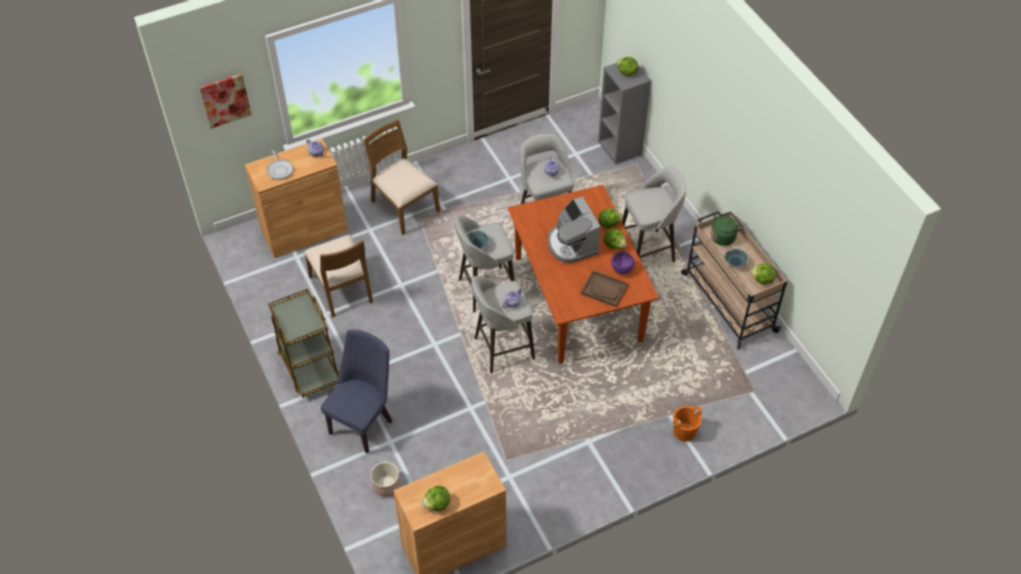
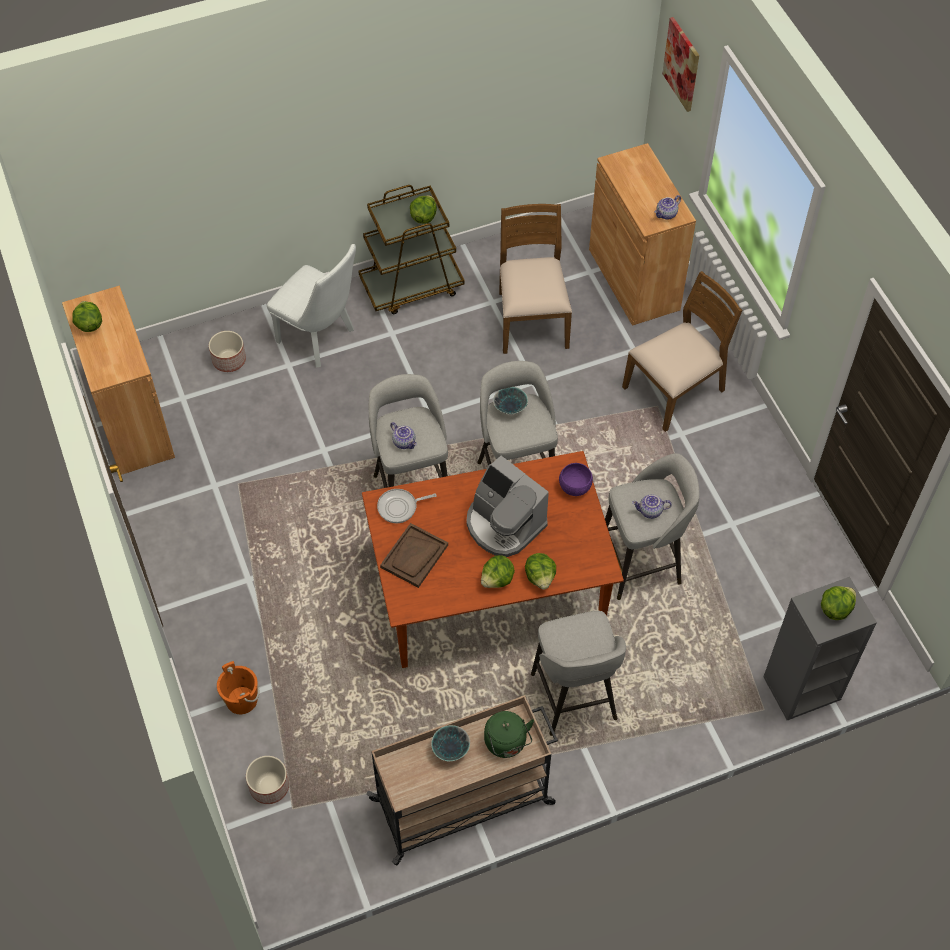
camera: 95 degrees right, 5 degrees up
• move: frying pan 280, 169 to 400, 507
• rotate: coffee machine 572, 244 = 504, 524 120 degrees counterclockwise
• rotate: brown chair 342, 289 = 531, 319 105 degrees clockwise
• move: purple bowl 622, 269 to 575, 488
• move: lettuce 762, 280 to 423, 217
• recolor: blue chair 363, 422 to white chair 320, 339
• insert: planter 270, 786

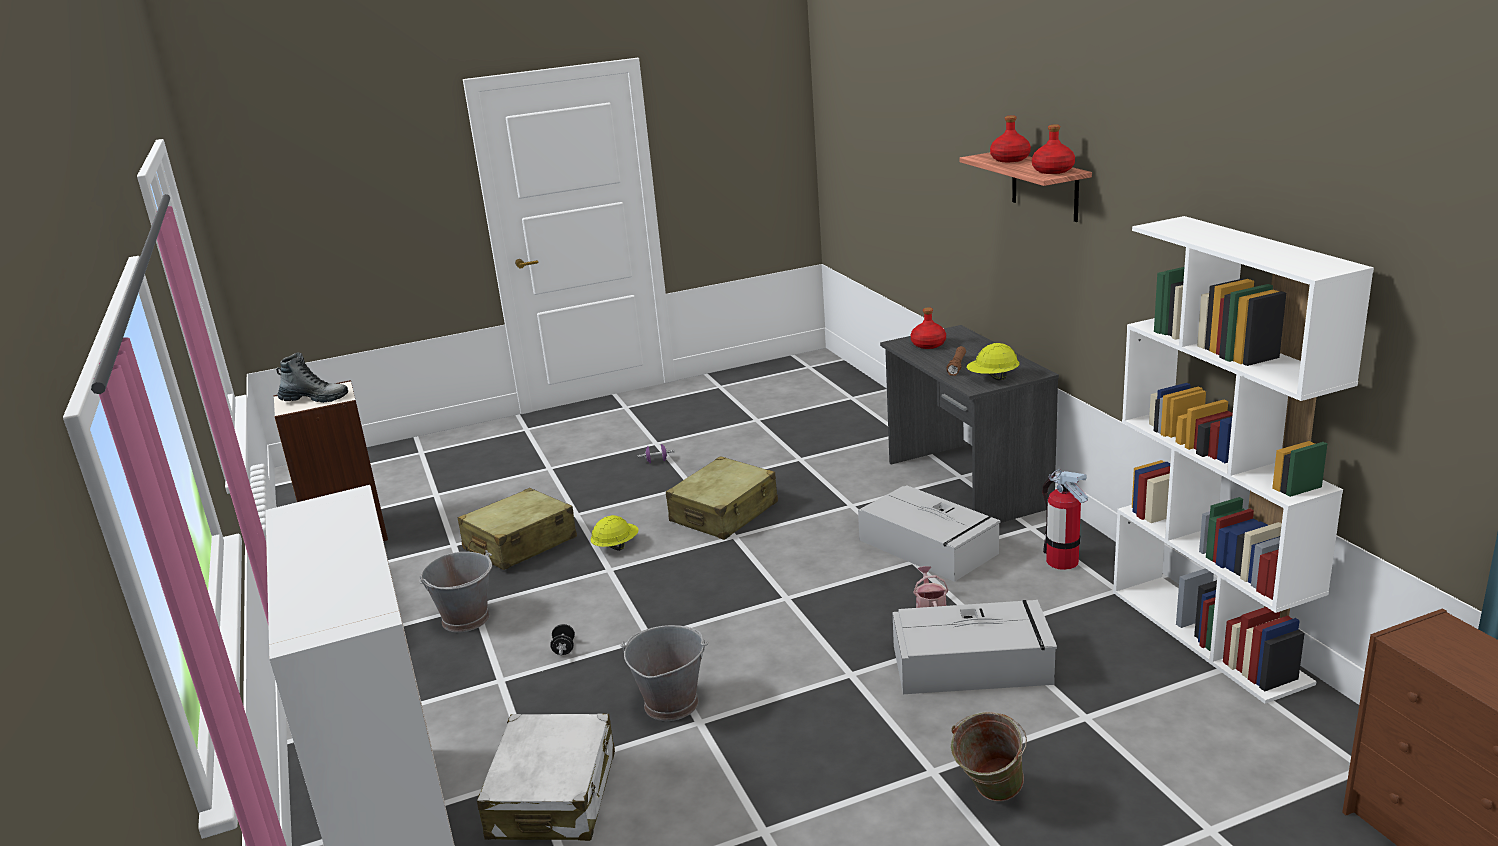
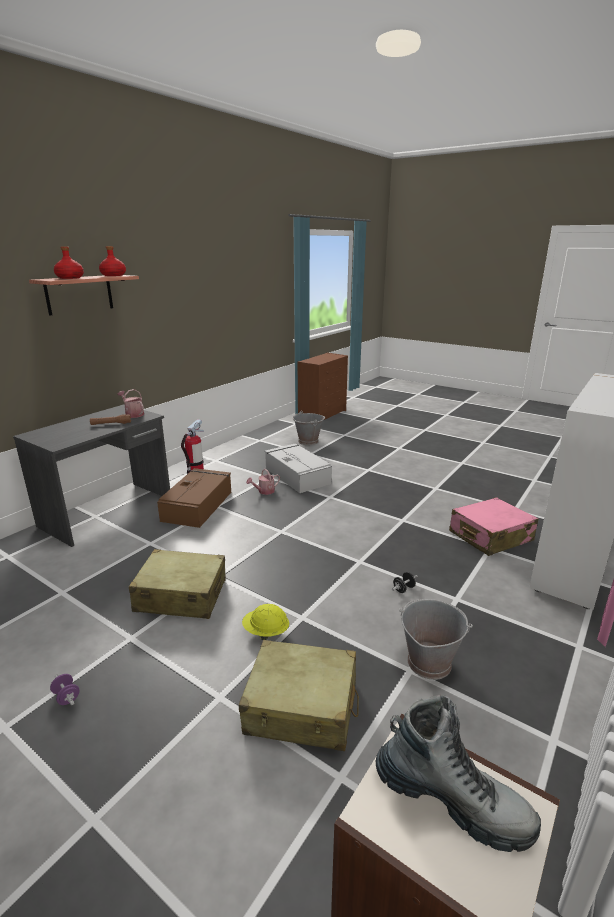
camera: 125 degrees left, 0 degrees up
• delete: white bookcase 1209, 635
• delete: red bottle 928, 345
• replace: yellow hard hat 993, 378 to watering can 133, 414
• rotate: boot 315, 399 = 452, 800 150 degrees clockwise
• recolor: grey storage box 929, 547 to brown storage box 198, 505
• move: grey bucket 670, 703 to 308, 441
• delete: green bucket 989, 797
• recolor: white suitcase 553, 795 to pink suitcase 490, 536

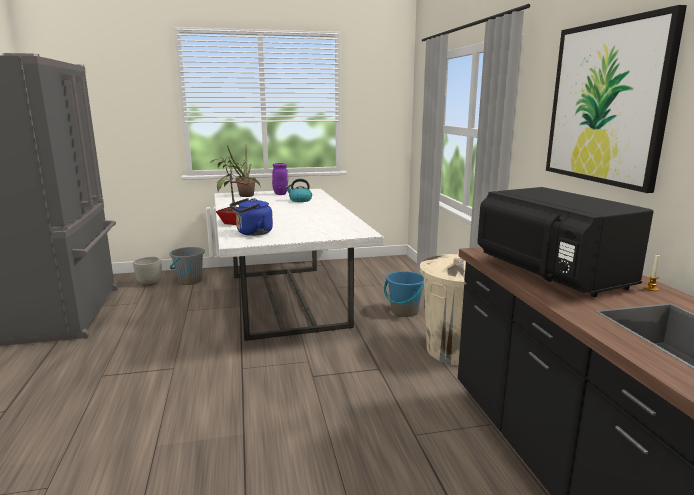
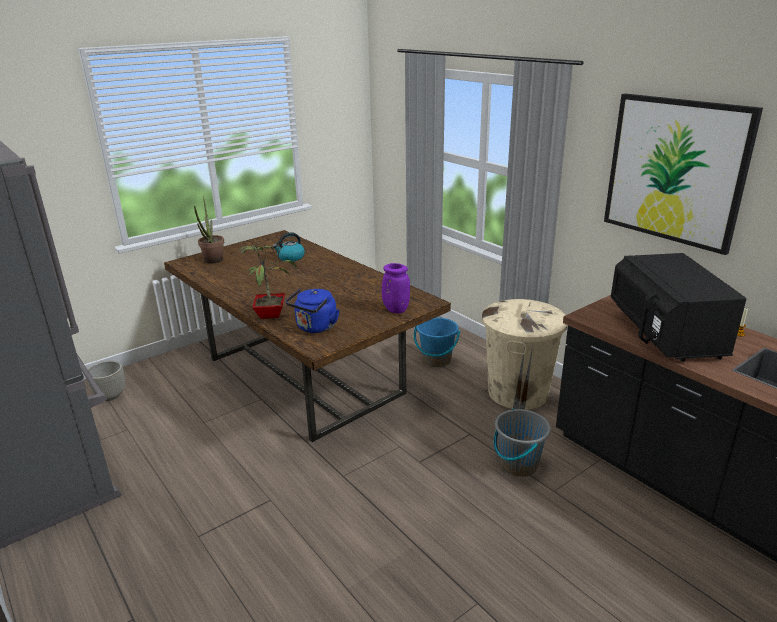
camera: 25 degrees left, 10 degrees up
• move: purple vase 280, 194 to 395, 310
• rotate: black microwave 551, 274 = 664, 334 45 degrees clockwise
• recolor: white dining table 286, 300 to brown dining table 305, 377
• move: grey bucket 189, 281 to 518, 465

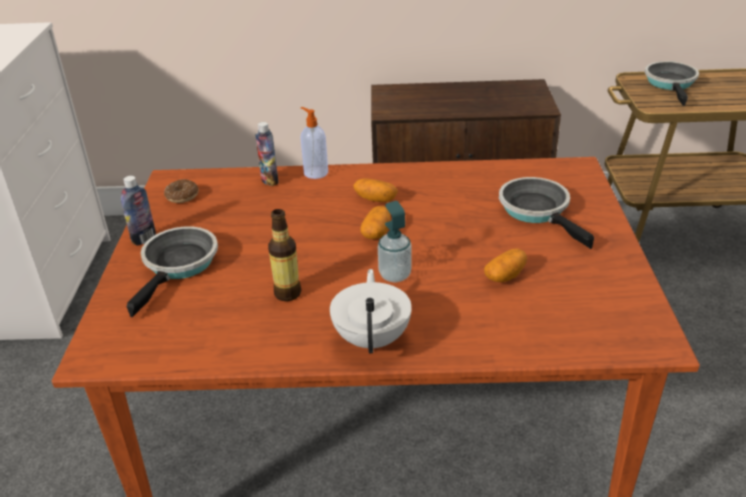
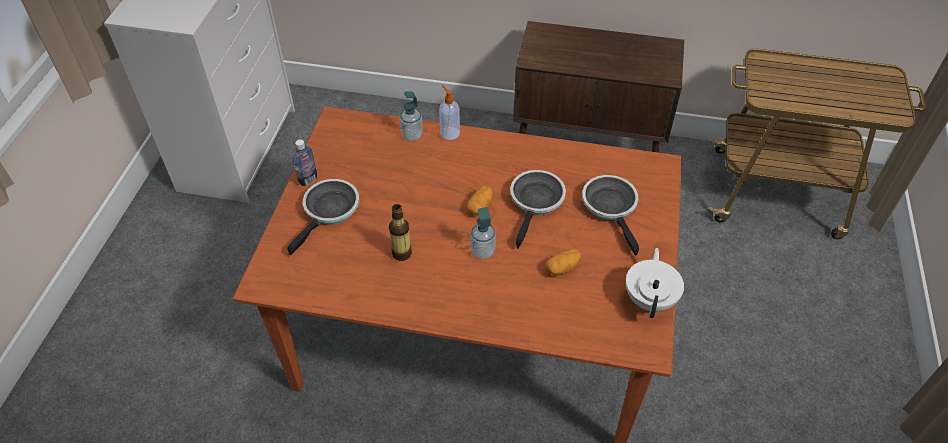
camera: 10 degrees right, 15 degrees up
• move: frying pan 671, 84 to 536, 202
• replace: bottle 269, 181 to soap dispenser 412, 135
• delete: potato 375, 199
• delete: donut 182, 196
• move: white teapot 372, 338 to 650, 299

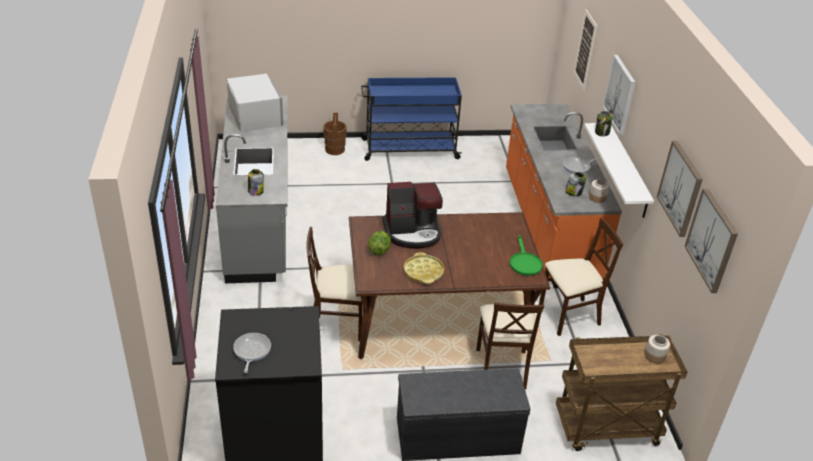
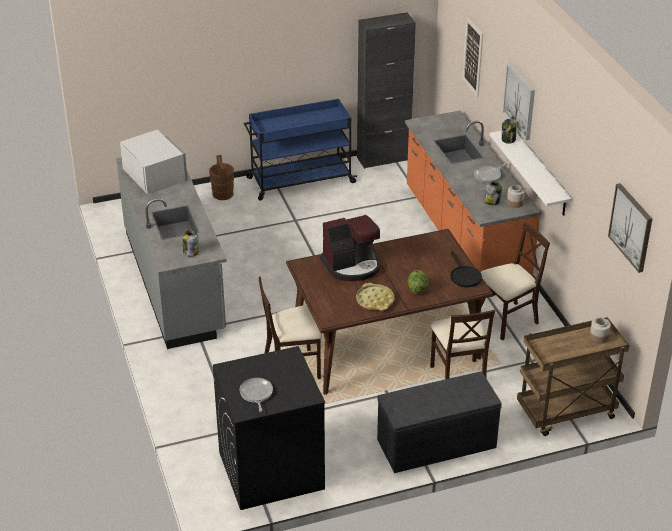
camera: 10 degrees left, 0 degrees up
• delete: picture 680, 188
• move: lettuce 379, 250 to 417, 289
• recolor: green frying pan 524, 262 to black frying pan 463, 276
• insert: black cabinet 383, 158

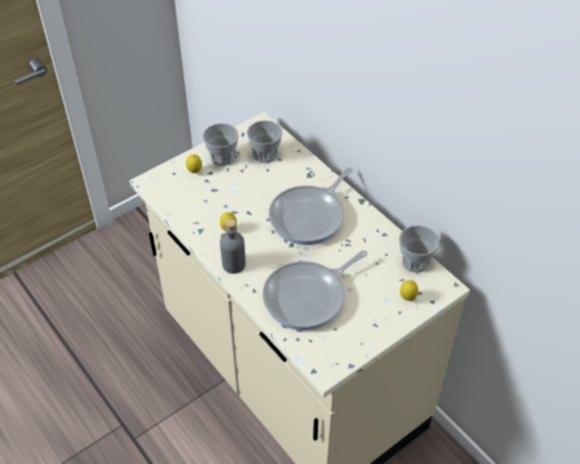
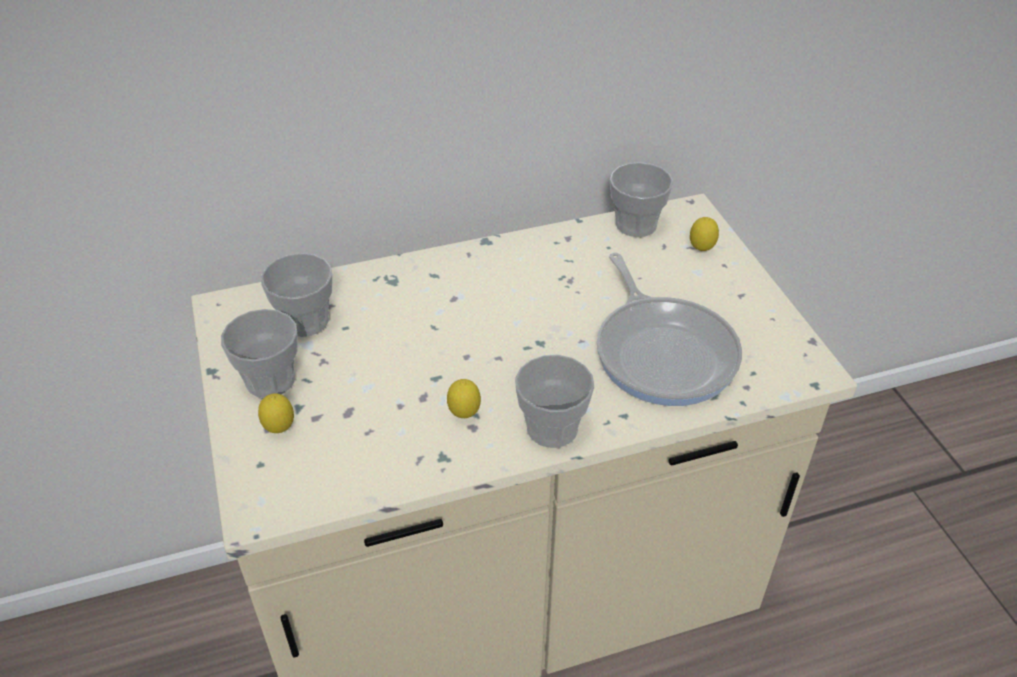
camera: 70 degrees left, 5 degrees down
• delete: frying pan 310, 216
• replace: grey bottle 233, 264 to cup 552, 428

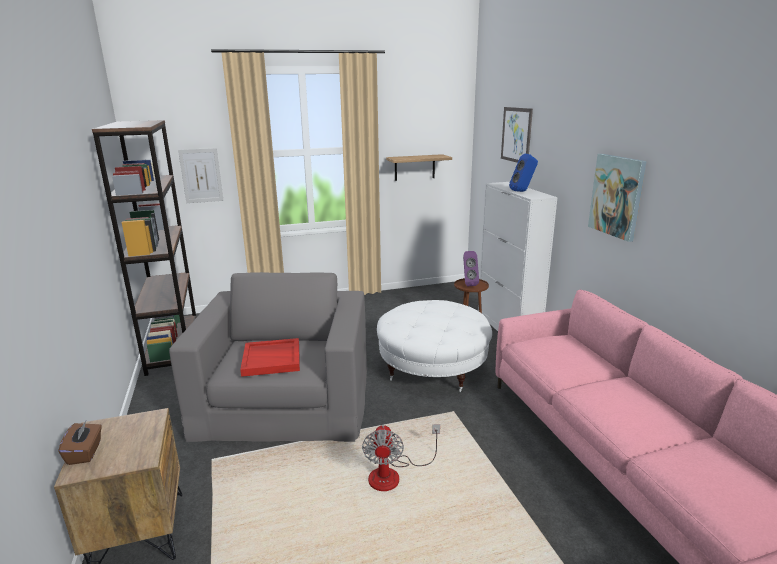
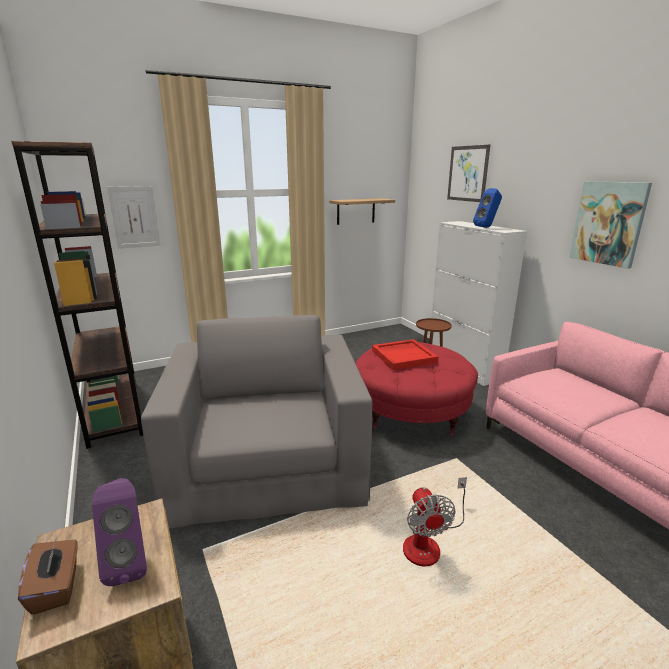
camera: 10 degrees left, 0 degrees up
• move: purple speaker 468, 284 to 130, 562
• recolor: white ottoman 433, 367 to red ottoman 411, 412
• move: red tray 272, 359 to 404, 356

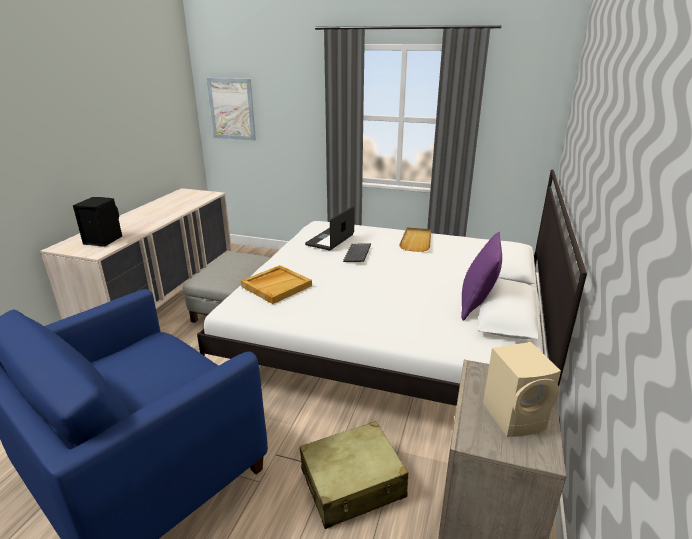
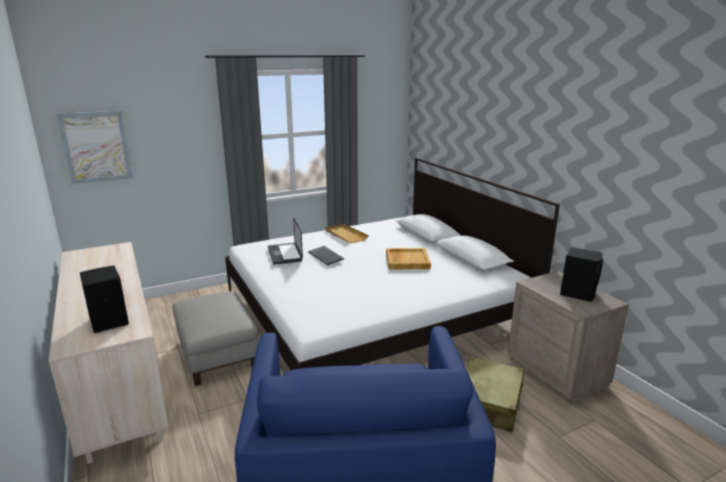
camera: 45 degrees left, 5 degrees down
• delete: purple pillow 477, 305
• move: beige tray 276, 286 to 407, 260
• recolor: beige speaker 516, 416 to black speaker 578, 293

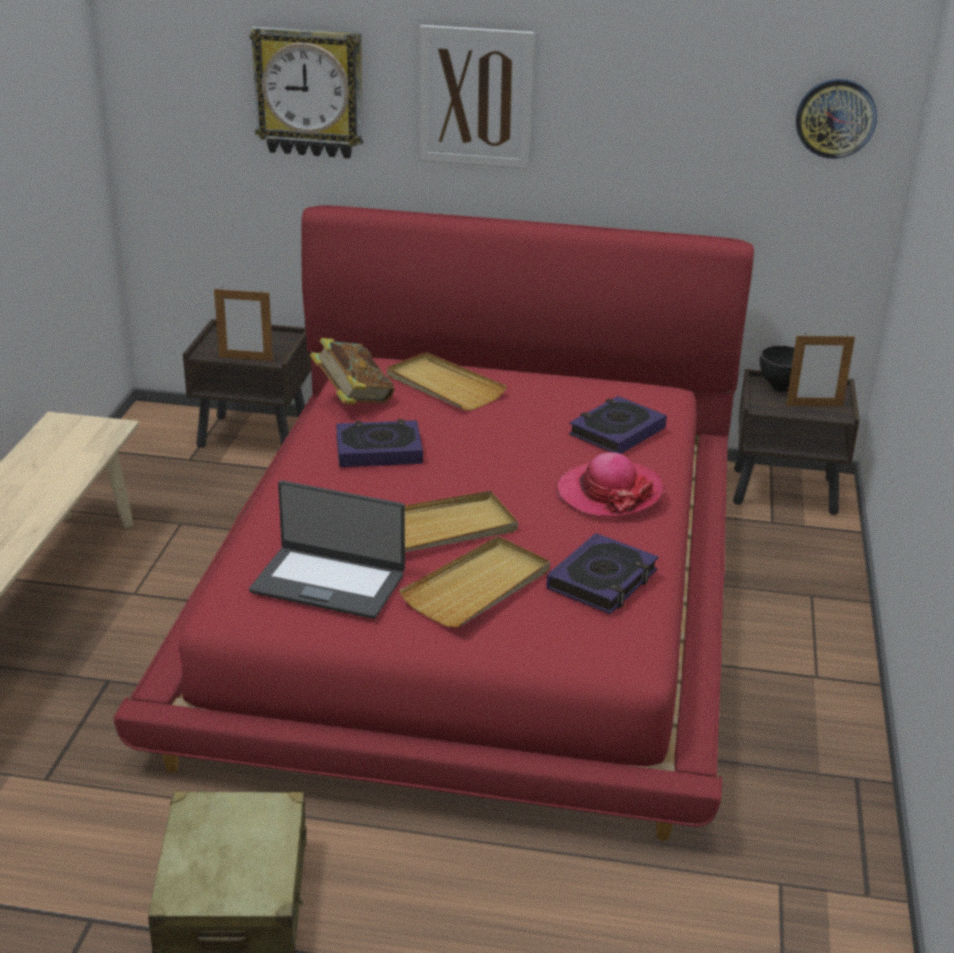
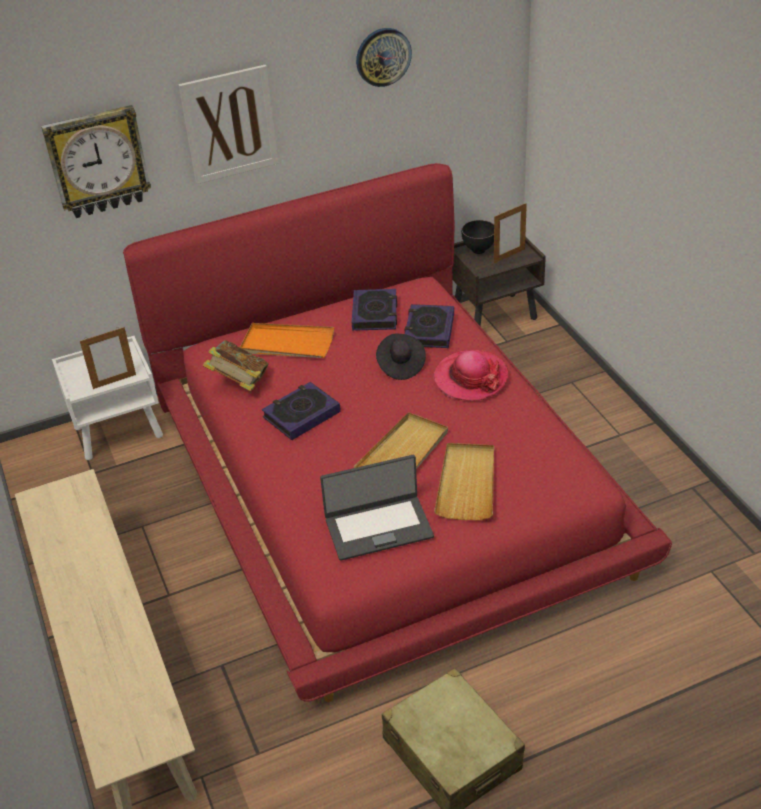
camera: 30 degrees left, 10 degrees up
• move: wall clock 835, 118 to 383, 56
• recolor: brown nightstand 255, 436 to white nightstand 119, 432
• recolor: beige tray 444, 386 to orange tray 287, 344
• move: book 602, 580 to 375, 314
• insert: black hat 400, 365

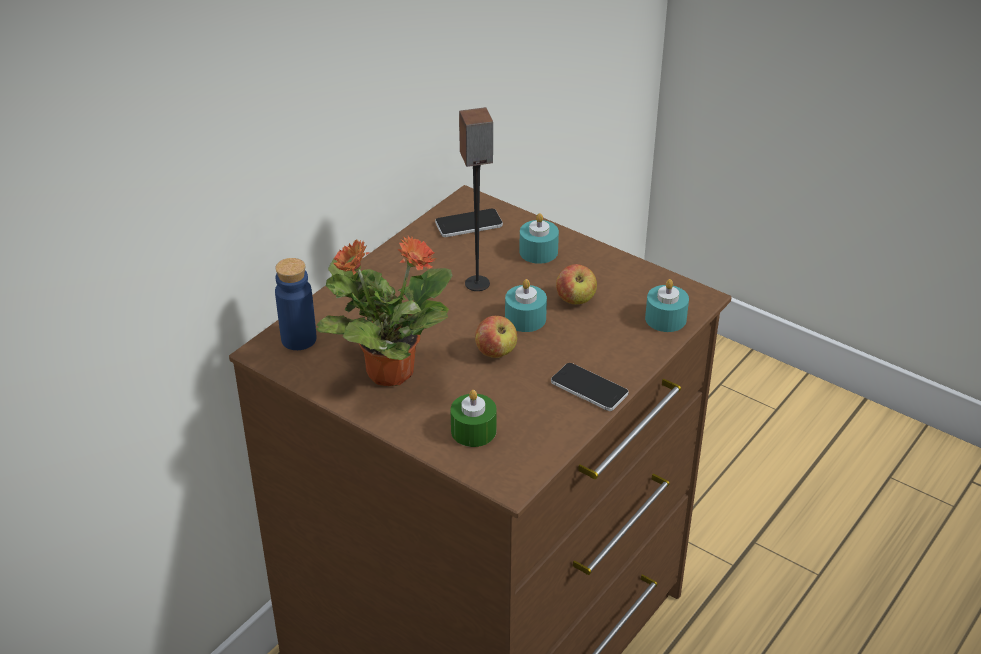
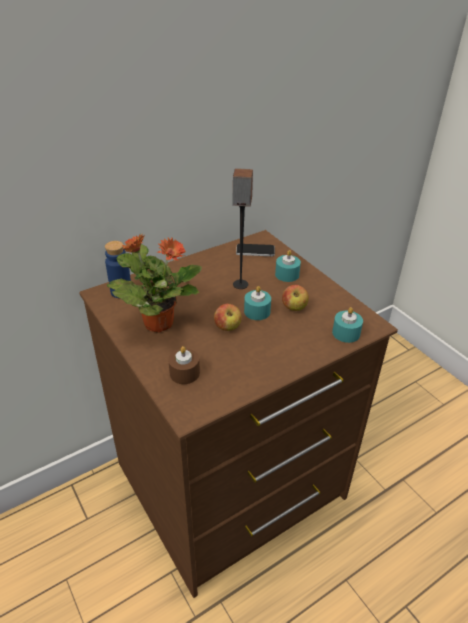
camera: 20 degrees right, 0 degrees up
• delete: phone 589, 388
• recolor: green candle 473, 431 to brown candle 184, 373

